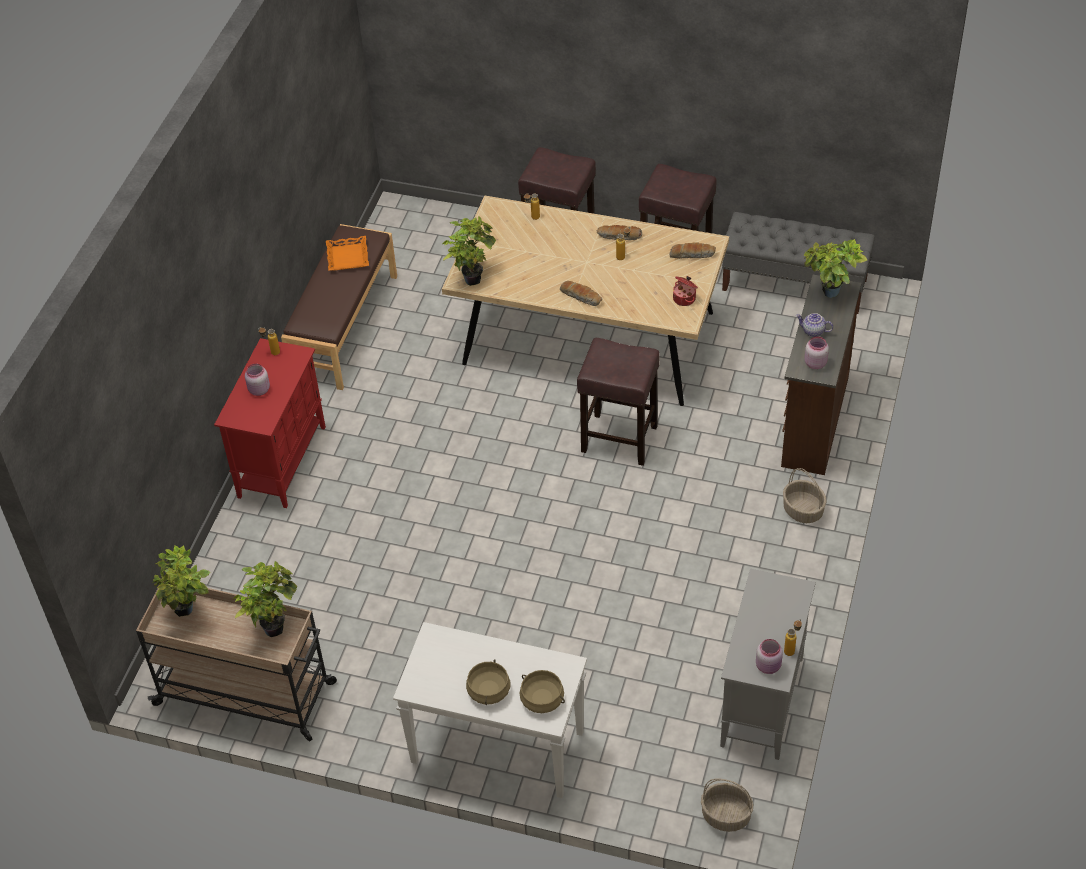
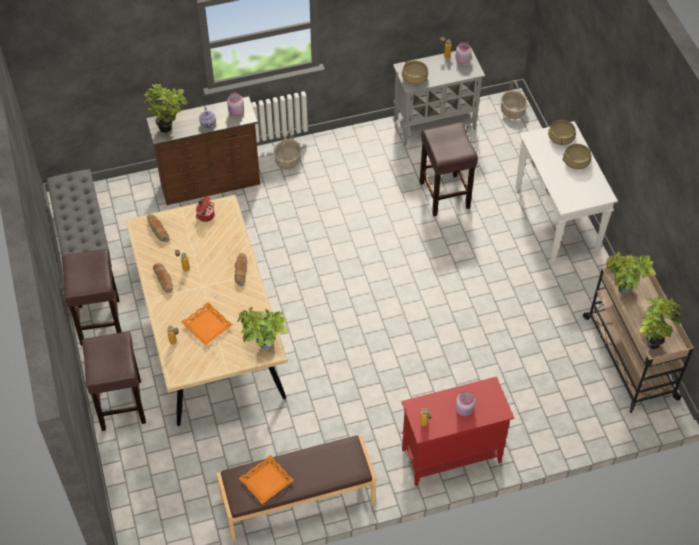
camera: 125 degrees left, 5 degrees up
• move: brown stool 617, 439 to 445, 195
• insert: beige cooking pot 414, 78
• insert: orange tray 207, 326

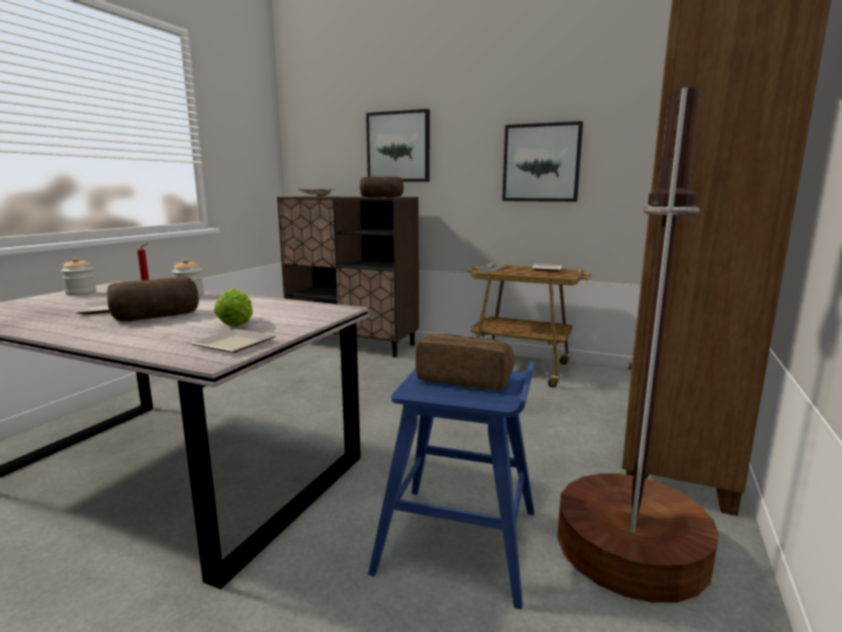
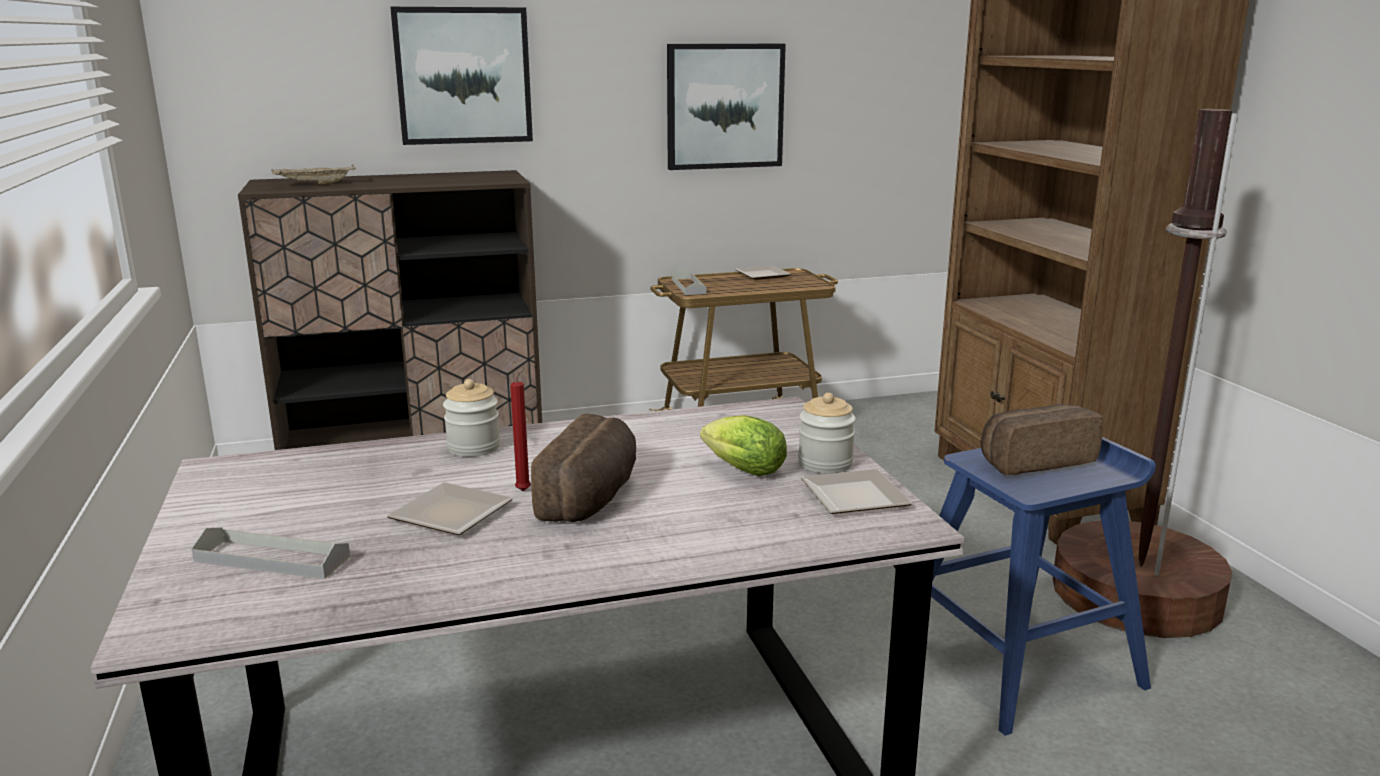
camera: 40 degrees left, 5 degrees up
• delete: bread 381, 197
• move: jar 81, 293 to 825, 463
• insert: grey tray 272, 559

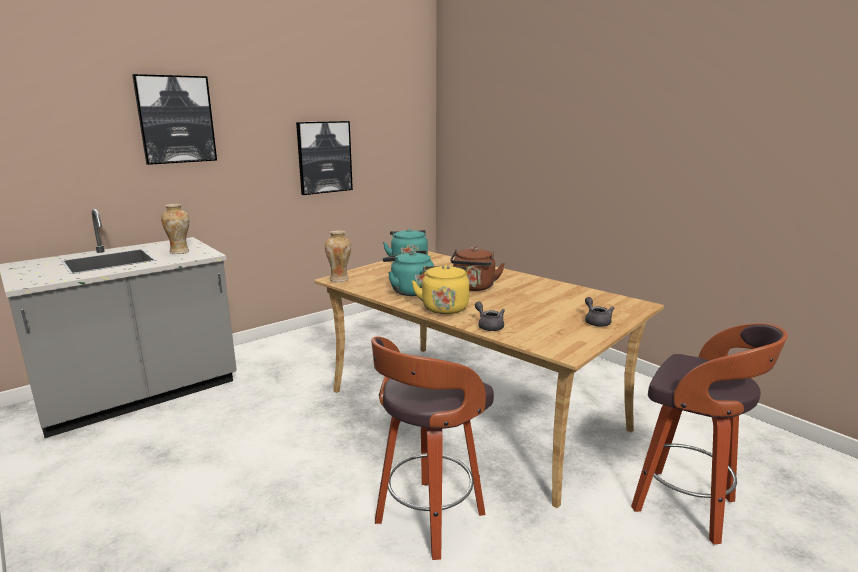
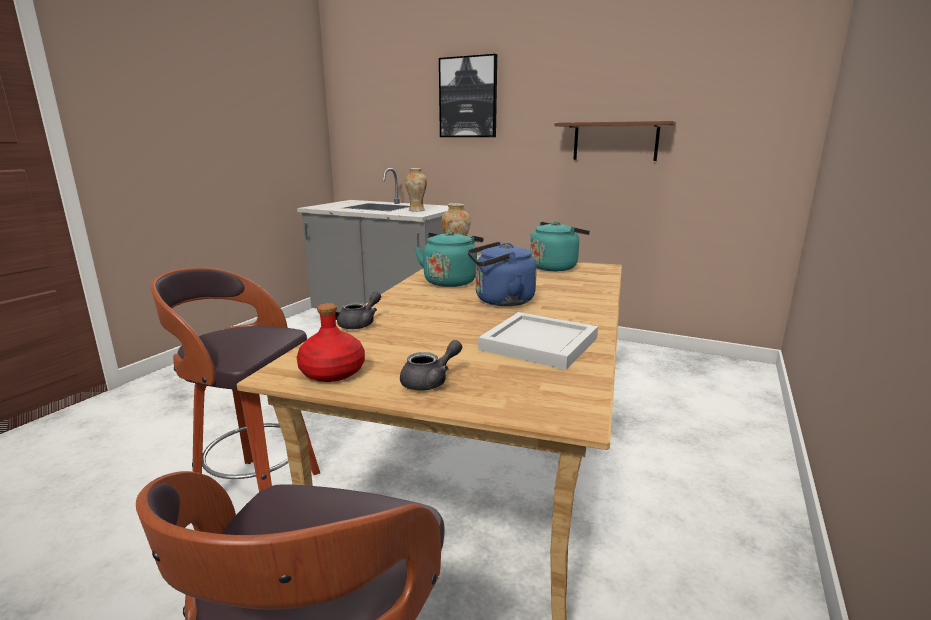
camera: 65 degrees right, 0 degrees up
• replace: picture 324, 157 to brown shelf 615, 141
• recolor: brown kettle 473, 287 to blue kettle 500, 301
• delete: yellow kettle 444, 307
• insert: red bottle 332, 372
• insert: white tray 540, 344

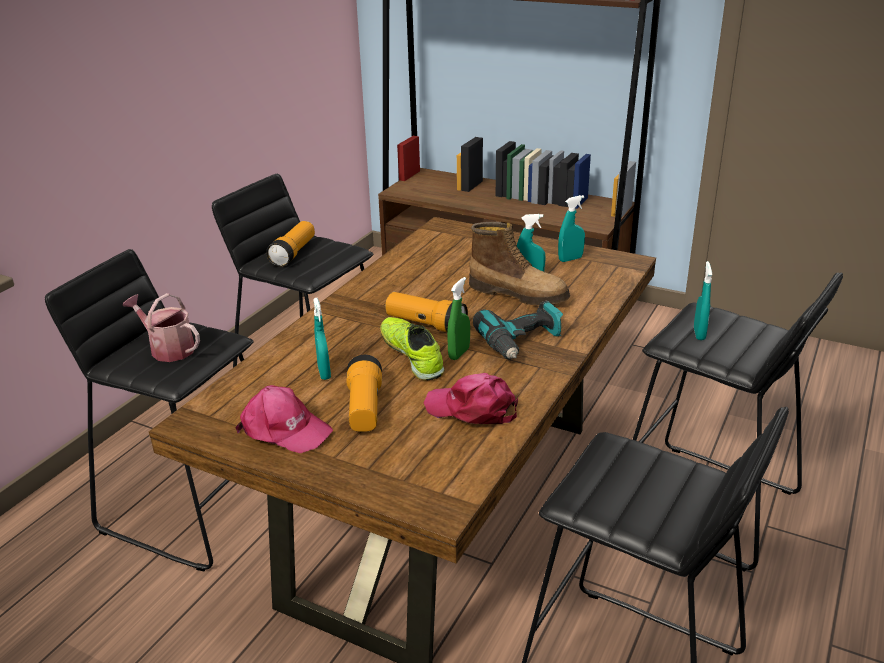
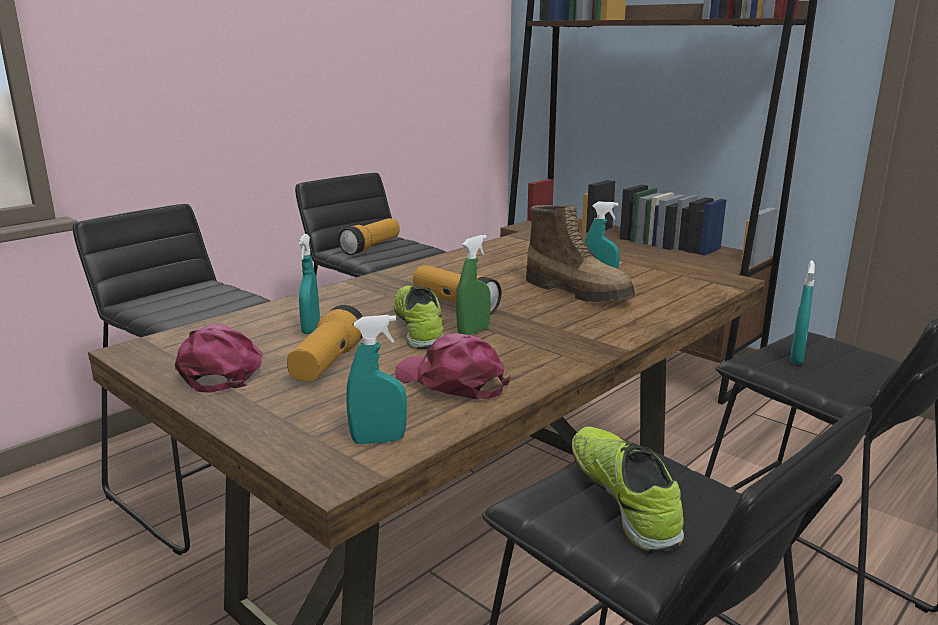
camera: 15 degrees right, 10 degrees down
• move: turquoise spray bottle 570, 259 to 378, 440
• delete: watering can 168, 349
• delete: power drill 522, 342
• rotate: pink cap 284, 430 = 223, 370 135 degrees counterclockwise
• insert: shoe 623, 498

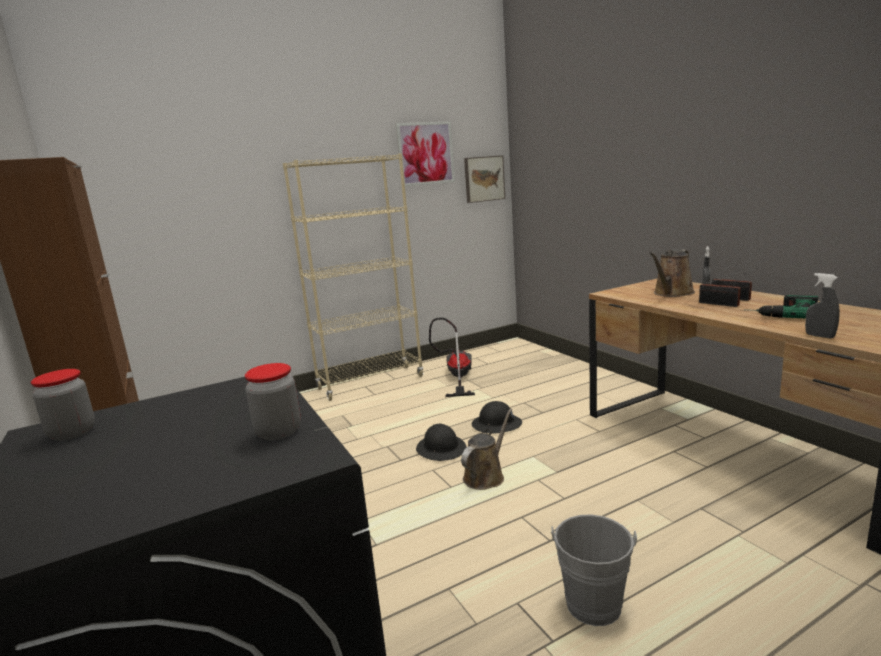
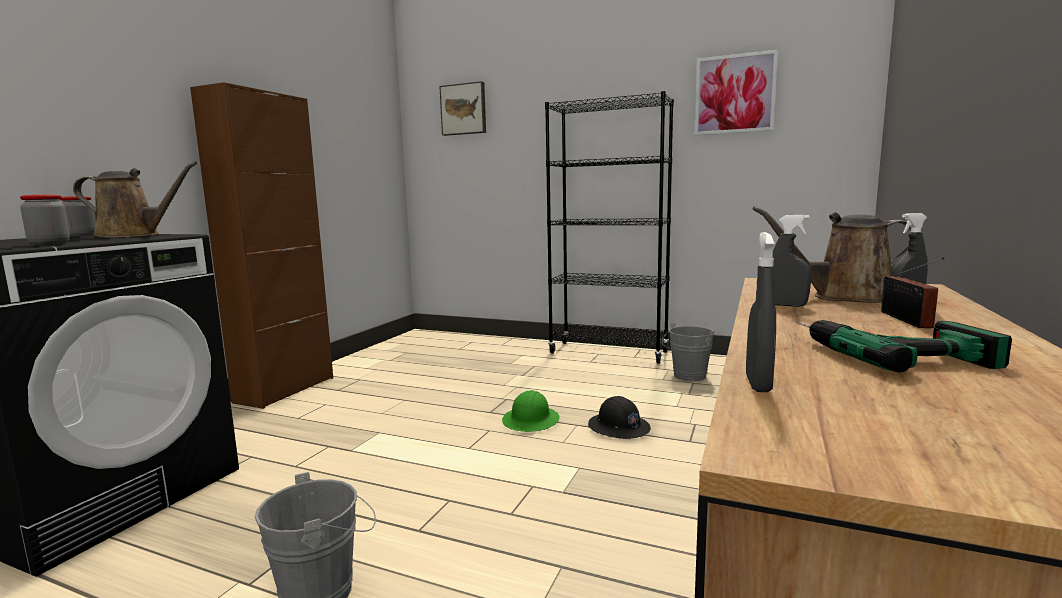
camera: 50 degrees right, 5 degrees down
• recolor: beige bookcase 370, 383 to black bookcase 608, 352
• move: picture 483, 179 to 464, 109
• delete: radio 720, 304
• replace: vacuum cleaner 456, 378 to grey bucket 687, 376
• move: brown watering can 486, 476 to 133, 235
• recolor: black hard hat 441, 449 to green hard hat 531, 420
• insert: grey spray bottle 787, 305

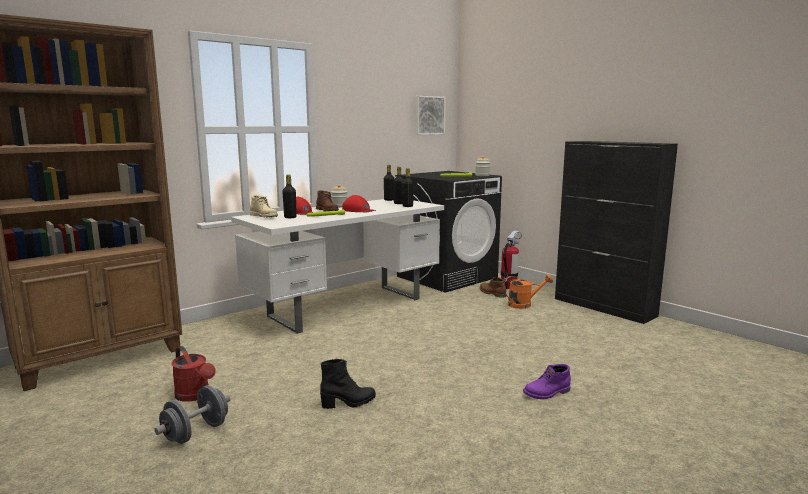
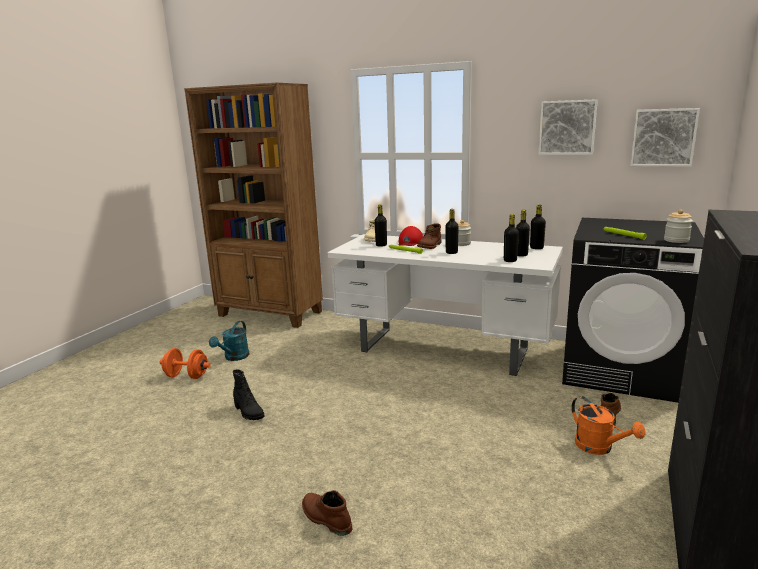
camera: 65 degrees right, 5 degrees up
• replace: red cap 358, 210 to black bottle 451, 252
• delete: fire extinguisher 508, 286
• recolor: red watering can 195, 395 to turquoise watering can 234, 357
• recolor: purple boot 547, 393 to brown boot 325, 519
• recolor: grey dumbbell 196, 433 to orange dumbbell 187, 376
• insert: picture 567, 127

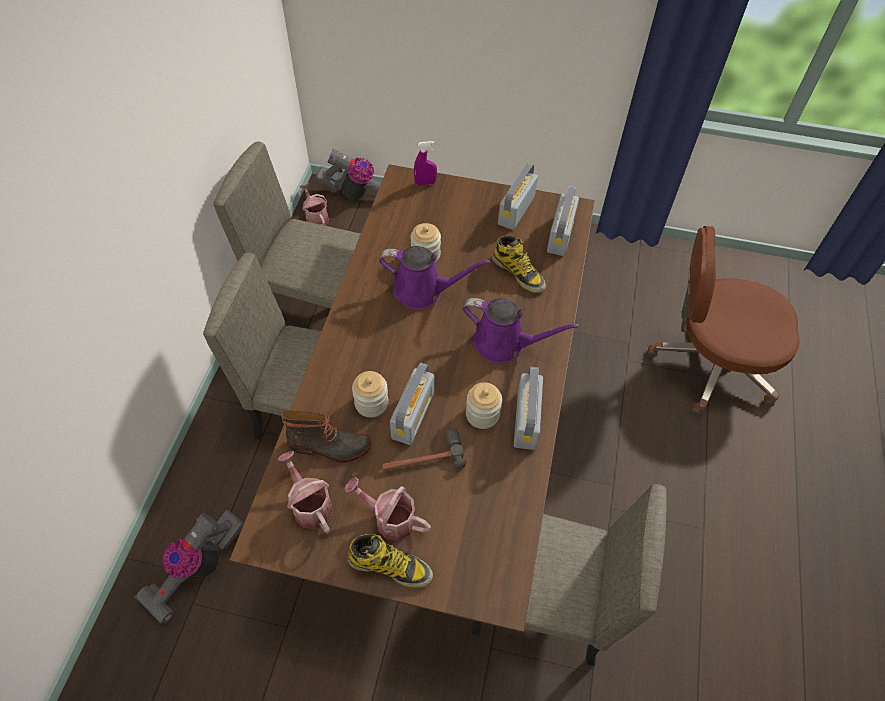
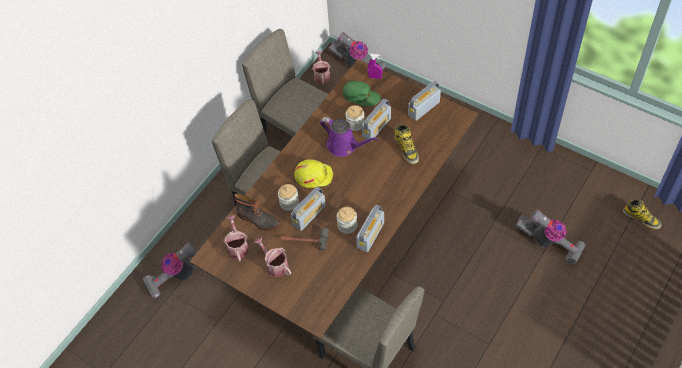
camera: 25 degrees right, 0 degrees up
• move: radio 560, 235 to 376, 127
• replace: brown office chair 710, 364 to vacuum cleaner 549, 244
• delete: purple watering can 504, 344
• move: boot 390, 566 to 641, 218
• insert: green cap 361, 96
• insert: yellow hard hat 314, 176

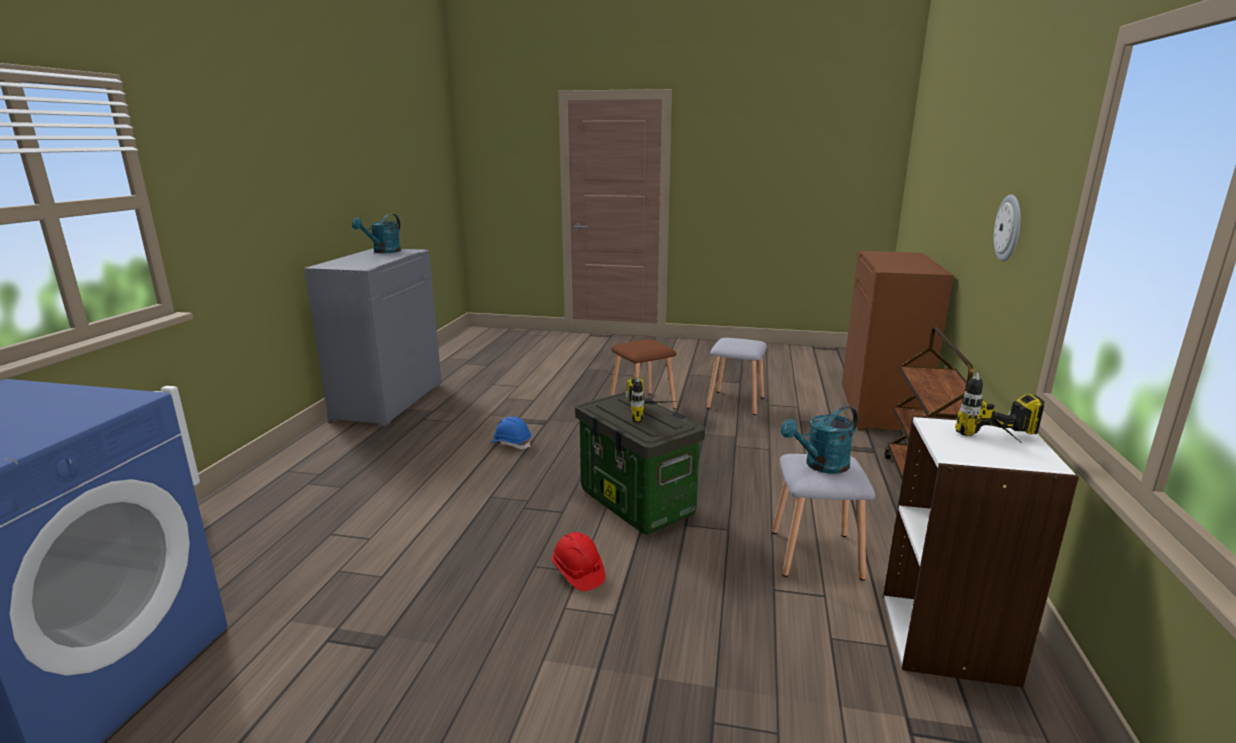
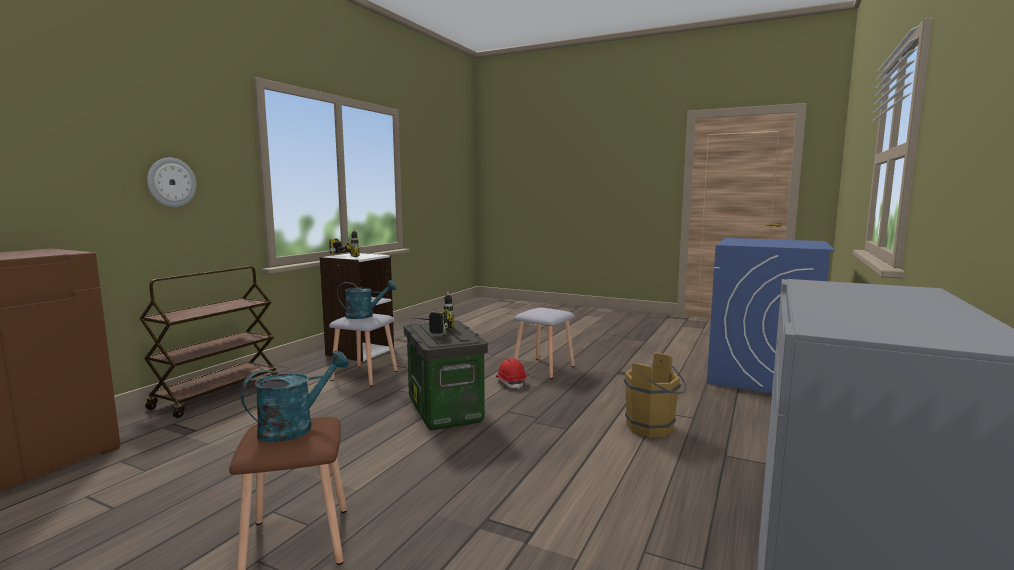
camera: 165 degrees left, 10 degrees down
• move: turquoise watering can 383, 252 to 295, 427
• move: grey stool 736, 403 to 543, 367
• delete: blue hard hat 511, 443
• insert: brown bucket 653, 429

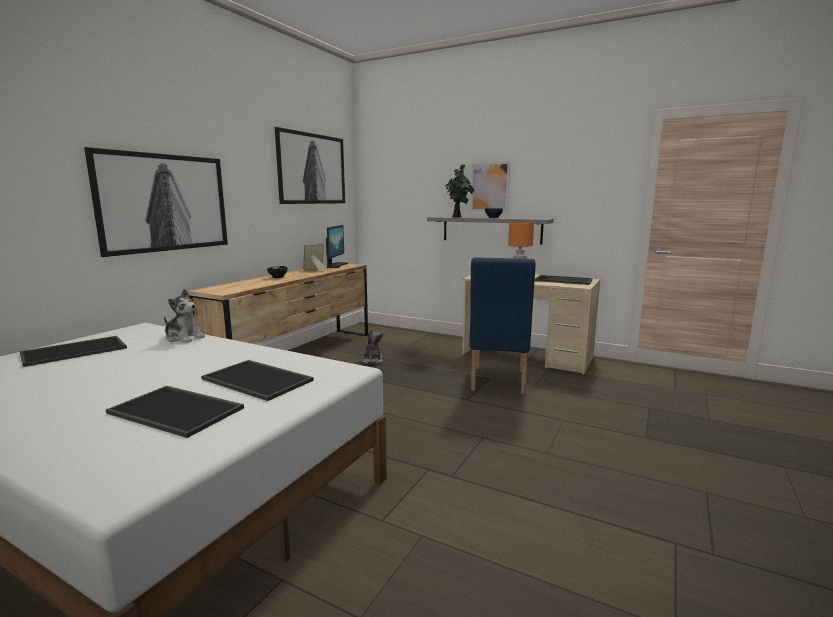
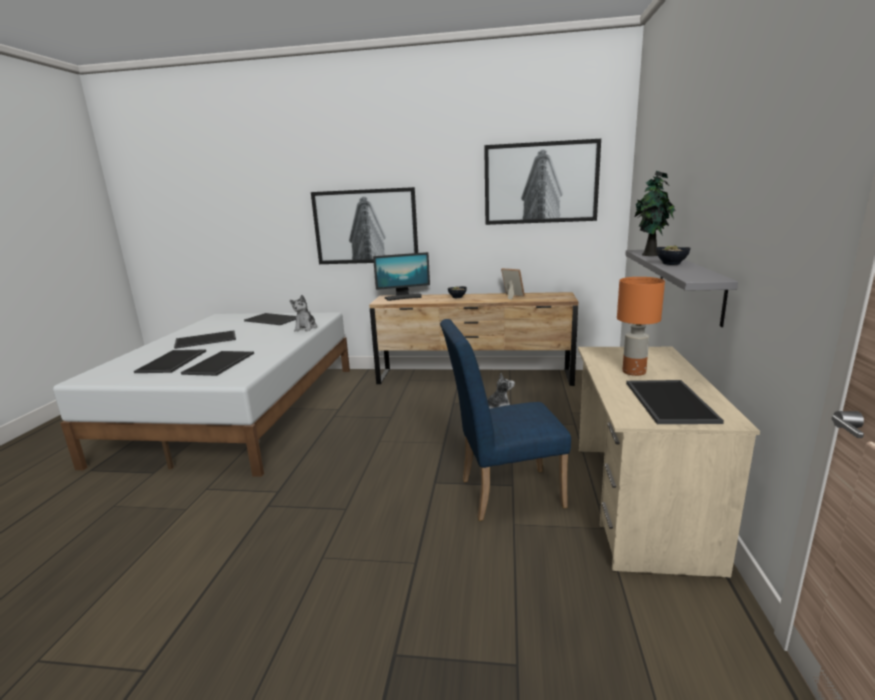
camera: 70 degrees right, 5 degrees up
• delete: picture 490, 187
• move: monitor 336, 265 to 403, 297
• insert: tray 205, 340

